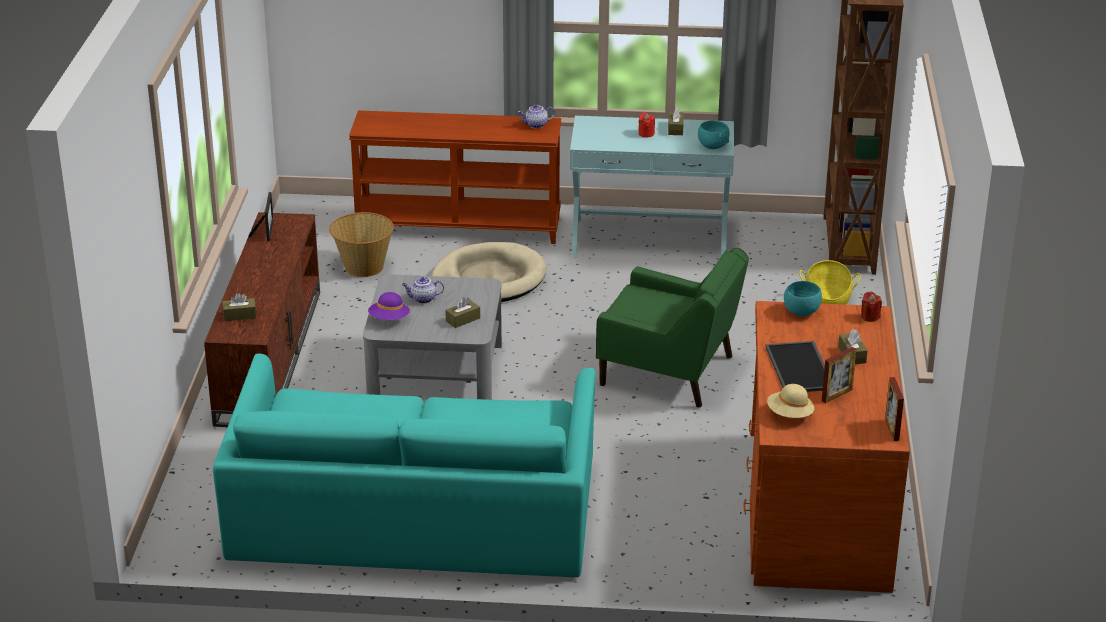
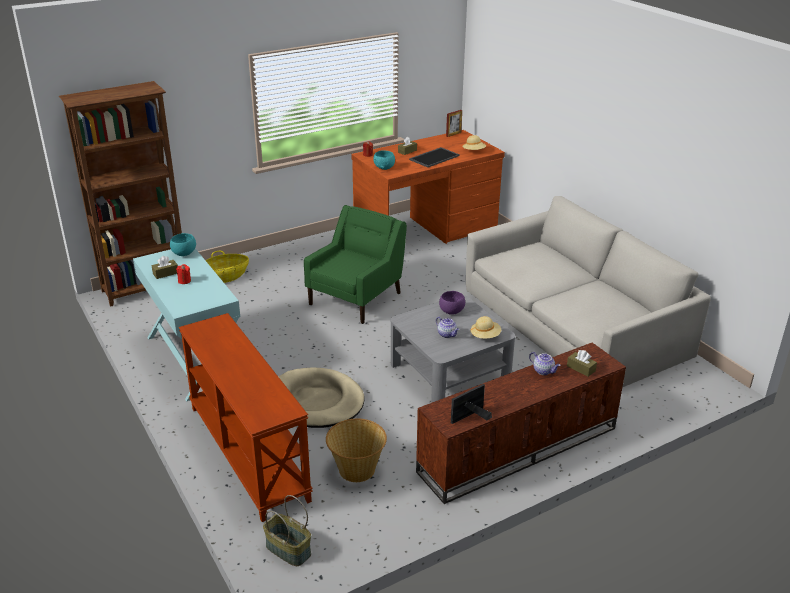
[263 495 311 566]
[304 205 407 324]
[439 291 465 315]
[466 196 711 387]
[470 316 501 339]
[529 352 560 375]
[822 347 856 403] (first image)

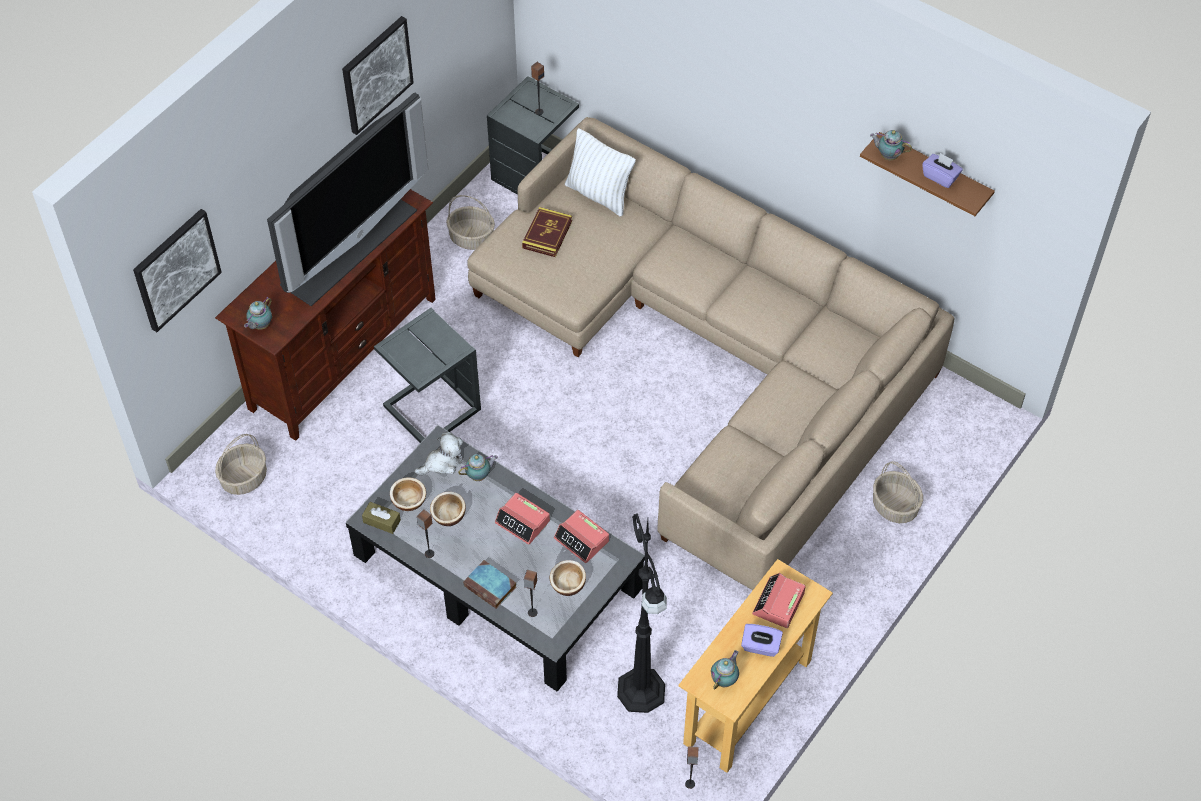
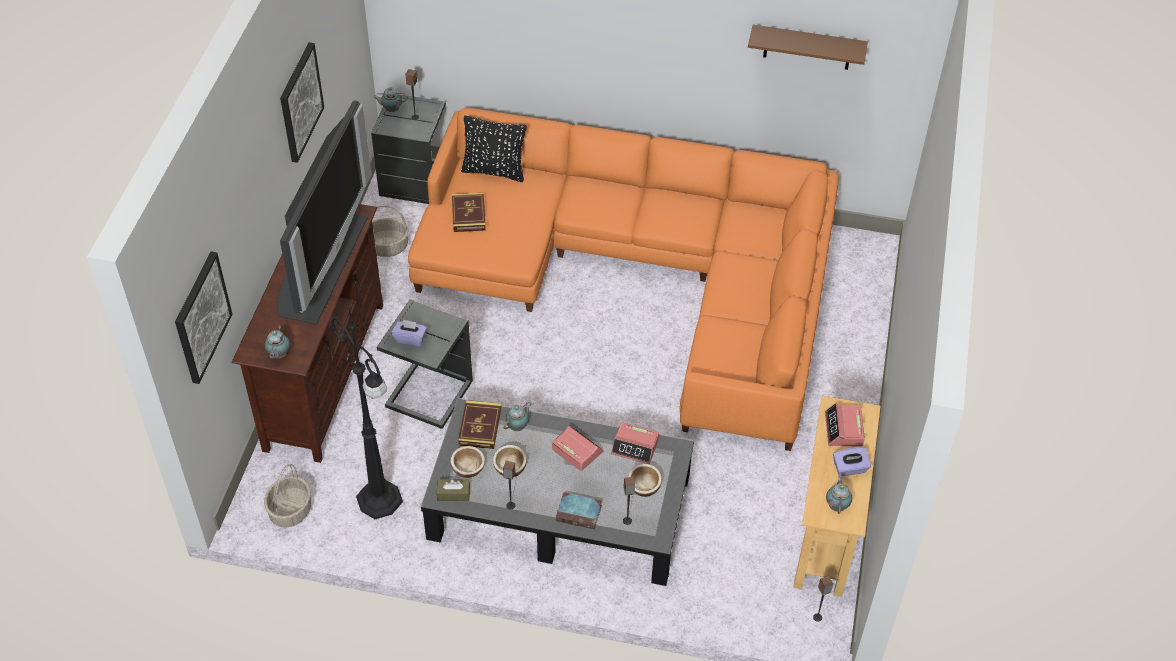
[331 304 403 519]
[373 87 408 112]
[391 319 427 347]
[408 108 839 451]
[458 400 501 449]
[461 116 527 182]
[552 426 604 471]
[873 461 923 523] (first image)

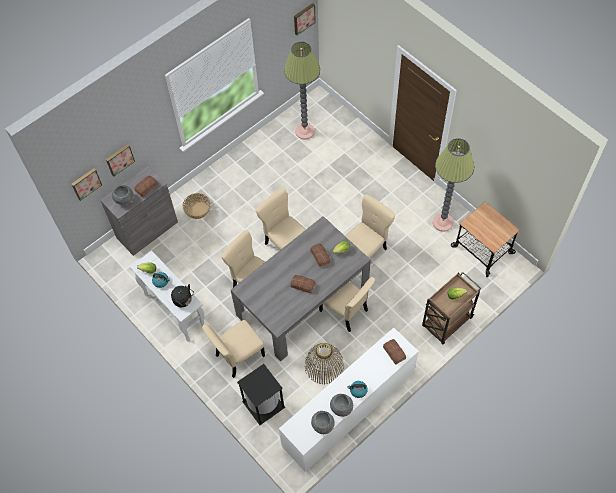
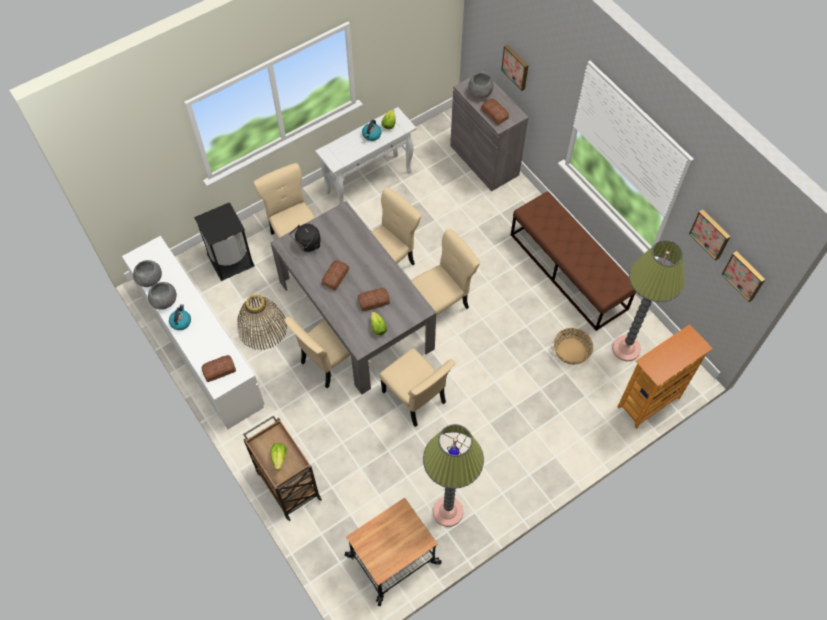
[290 224 321 252]
[511 191 636 331]
[554 328 593 365]
[618 324 713 429]
[689 209 731 260]

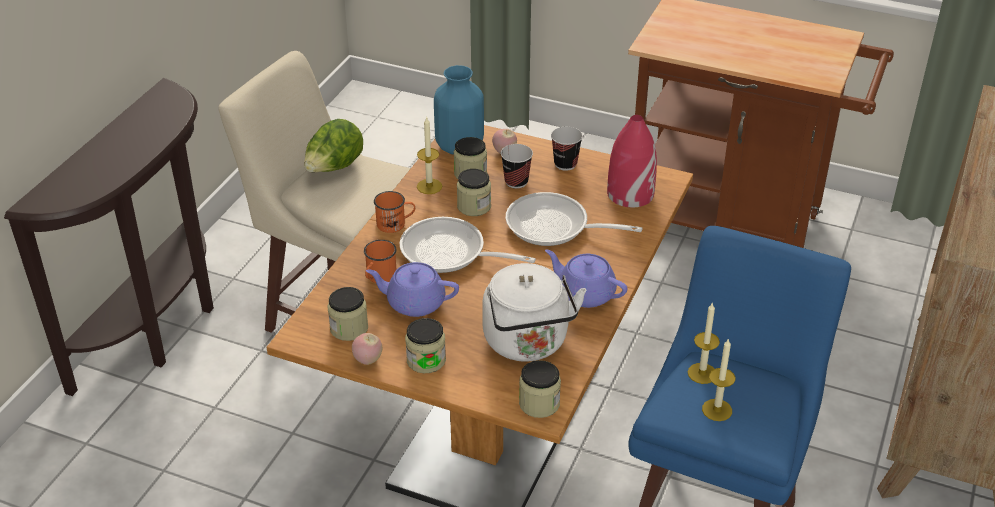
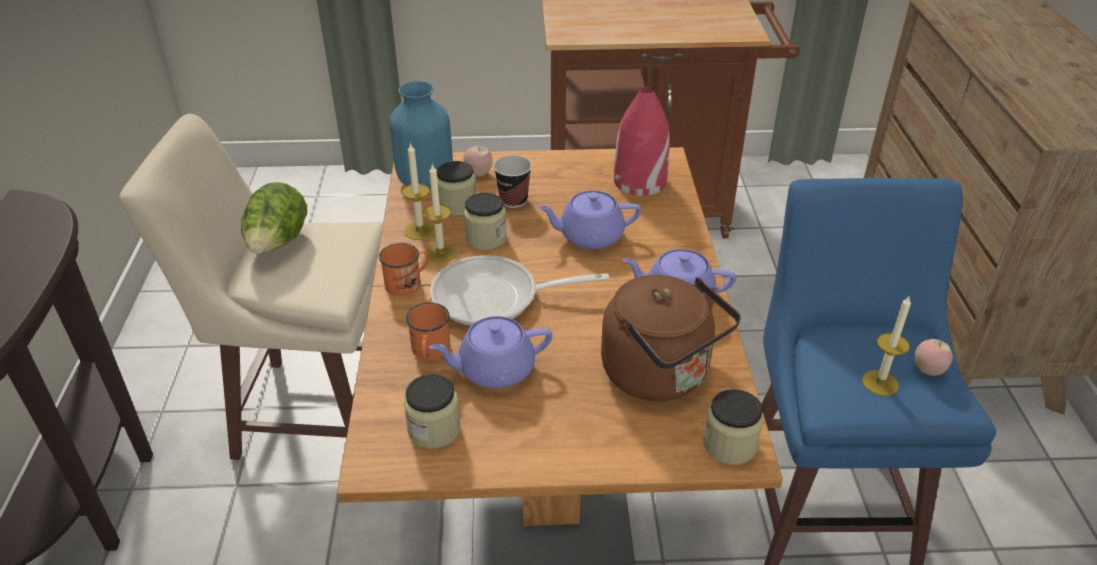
[423 163 457 263]
[538 191 641 249]
[601 275 741 401]
[915 339 953 376]
[405 318 446 373] (first image)
[551 127 583 171] (first image)

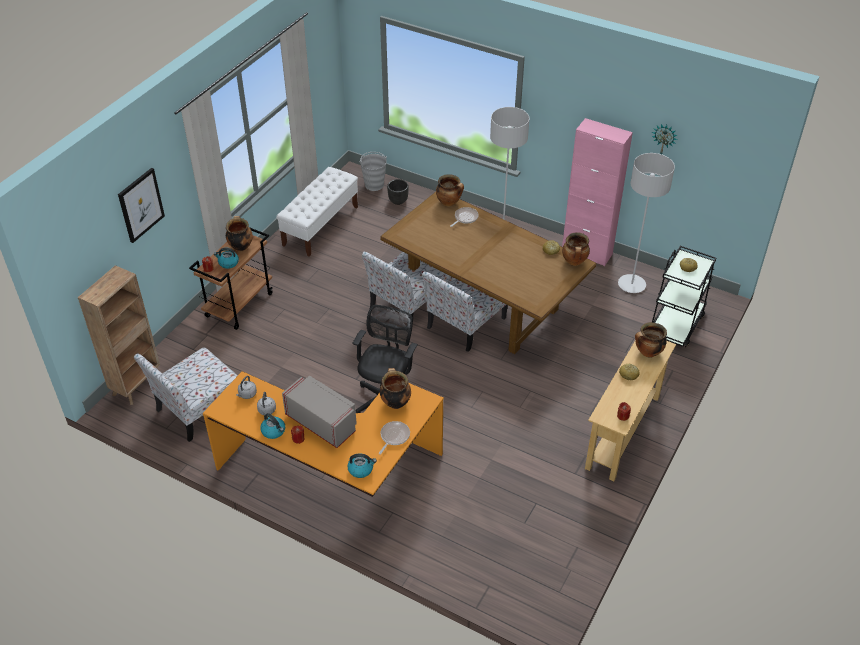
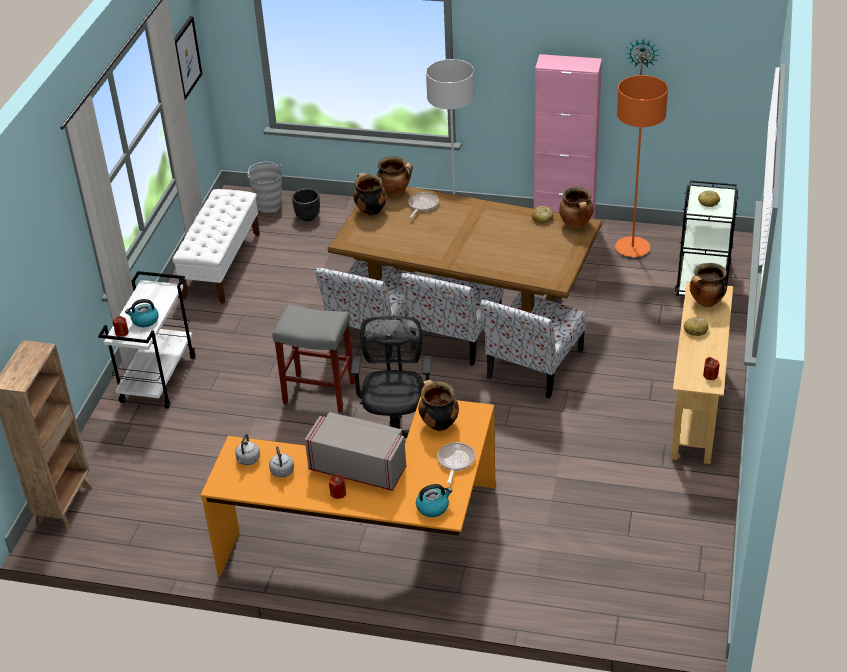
[98 271 195 409]
[174 16 202 100]
[273 304 355 412]
[353 173 387 216]
[480 293 587 398]
[615 75 668 257]
[260 413 285 439] (first image)

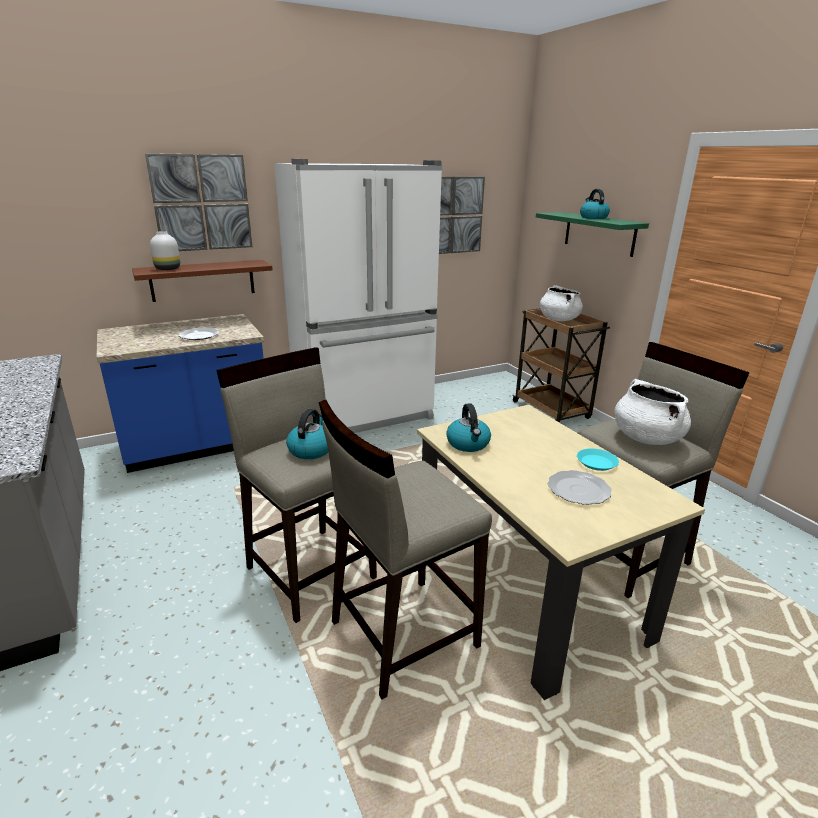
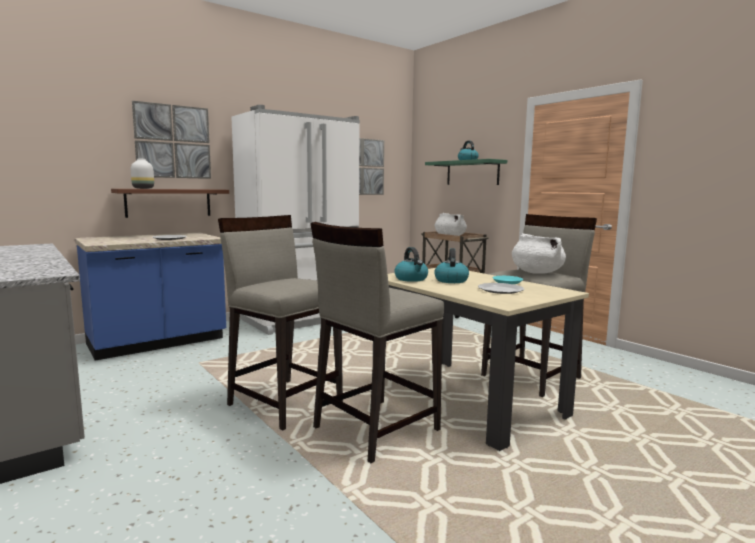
[434 248 469 283]

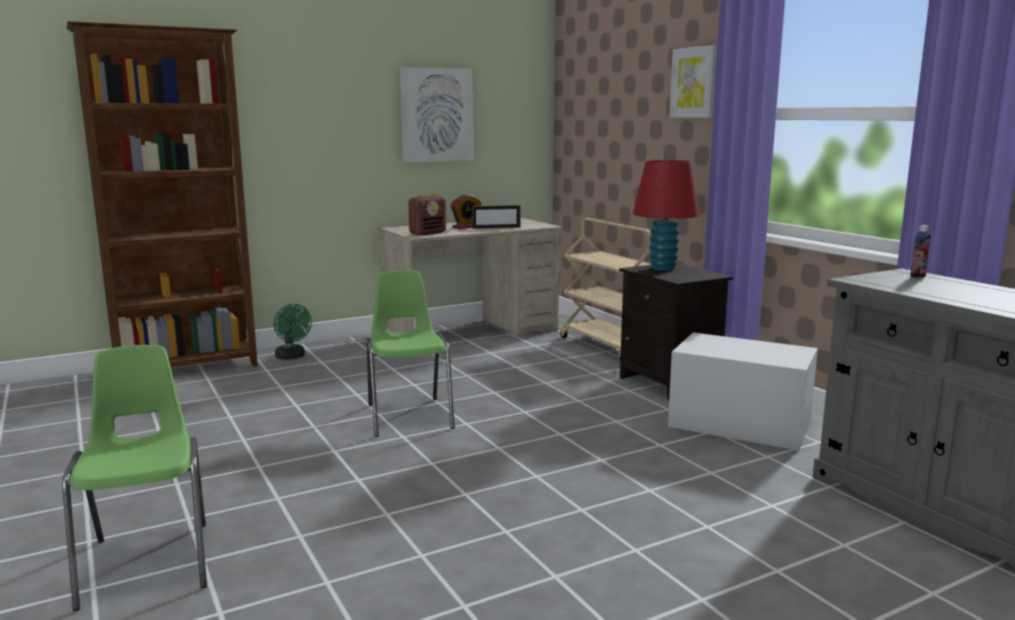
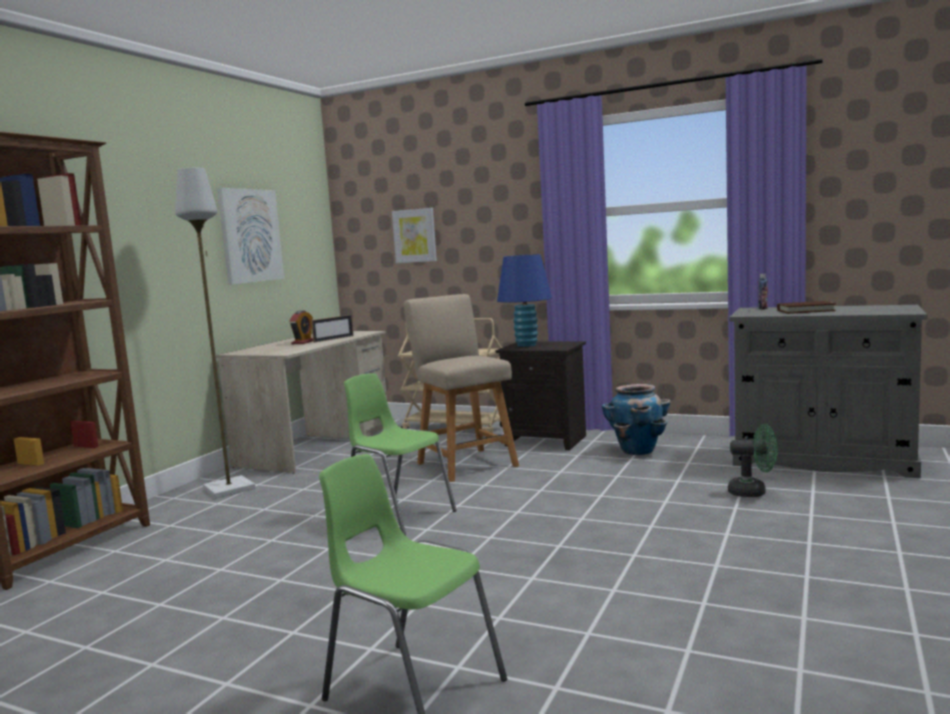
[175 168 255 499]
[392 208 437 263]
[404 294 519 482]
[497 254 552 347]
[602 384 671 455]
[728 424 778 497]
[777 301 836 314]
[408 193 446 236] (first image)

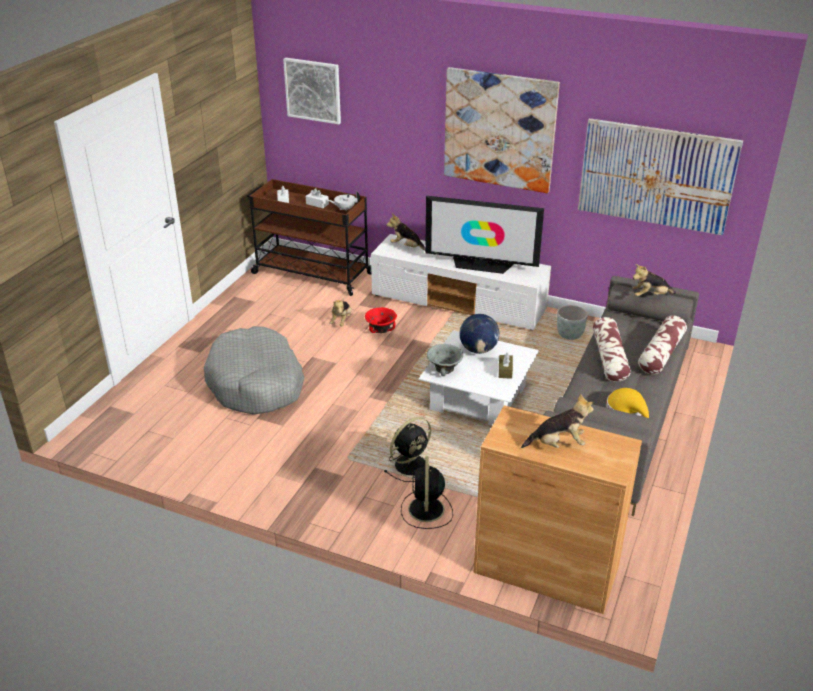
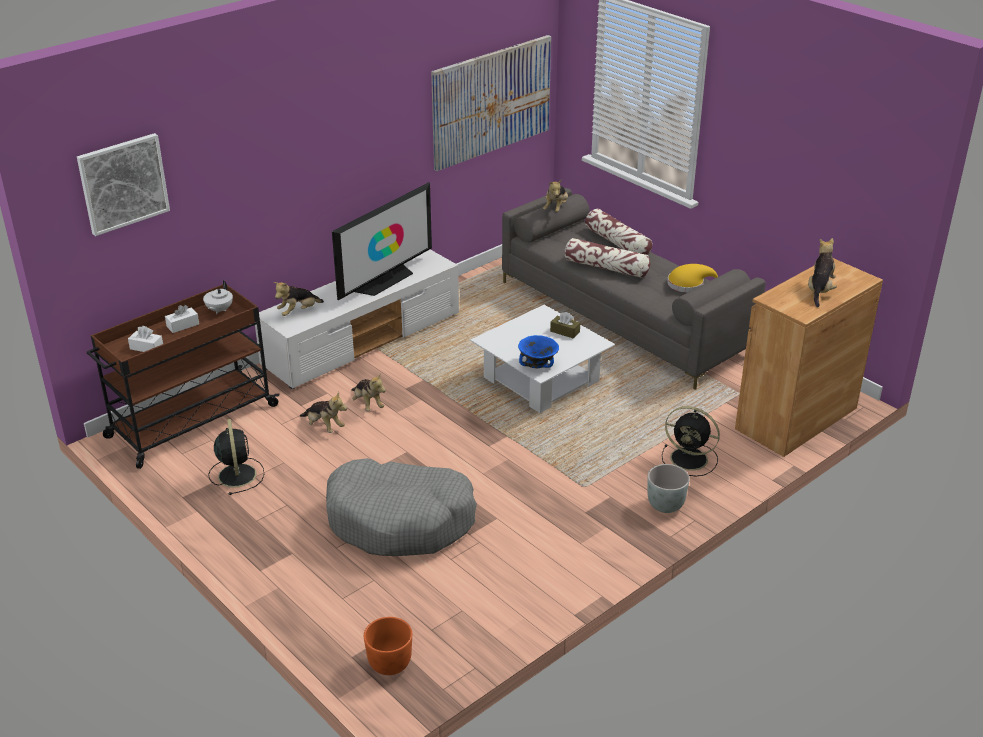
[208 419 264 495]
[351 373 386 411]
[364 617 412 675]
[518 335 559 368]
[648 464 690 513]
[444 67 560 193] (first image)
[459 314 499 354] (first image)

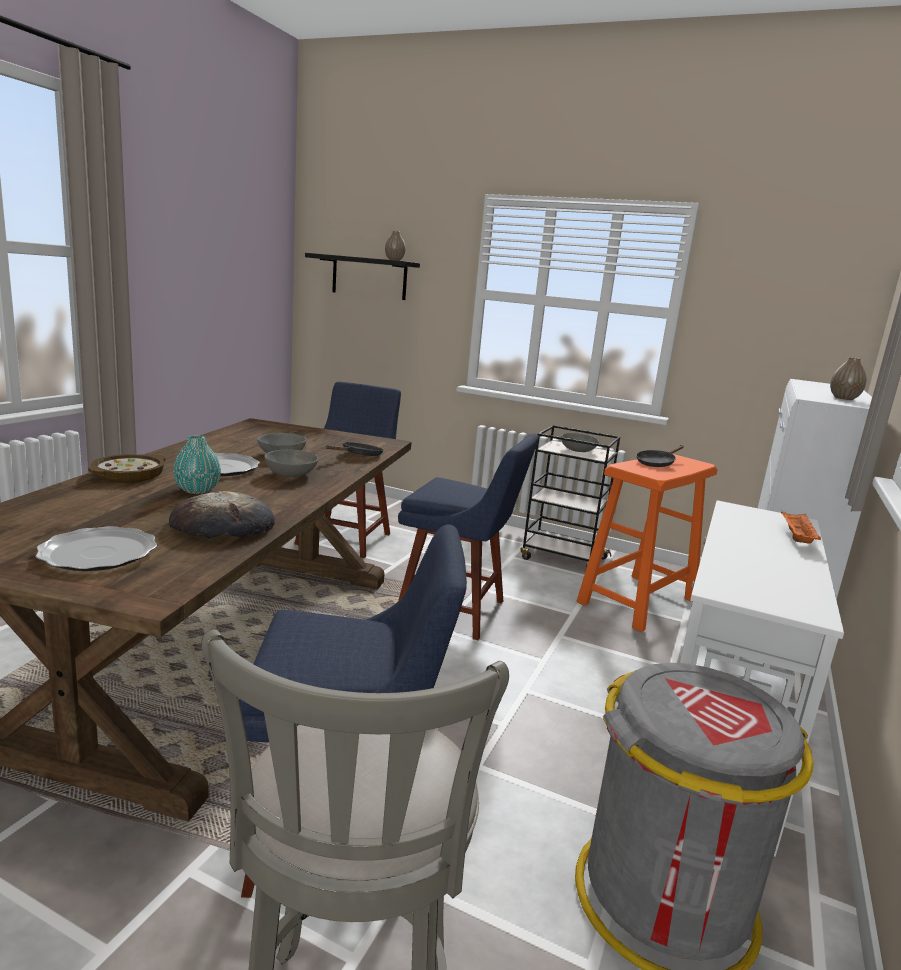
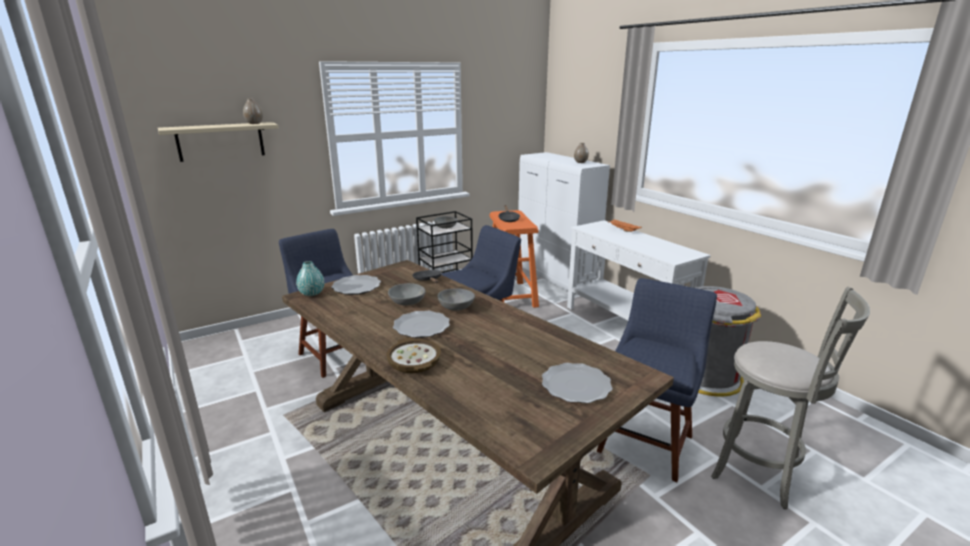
[158 122 278 162]
[296 261 324 296]
[331 275 381 295]
[169 491 275 539] (first image)

